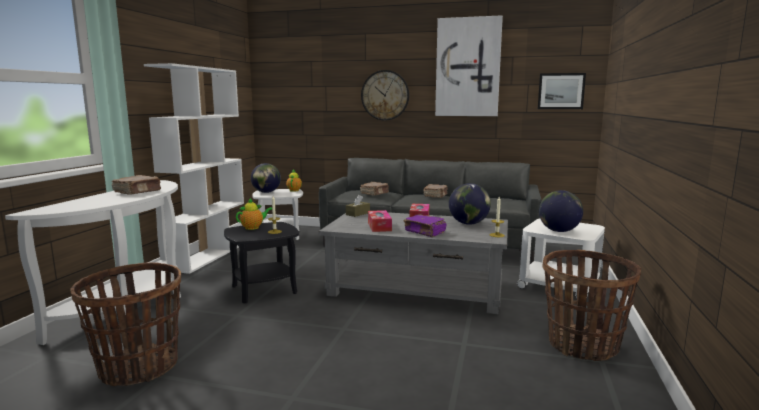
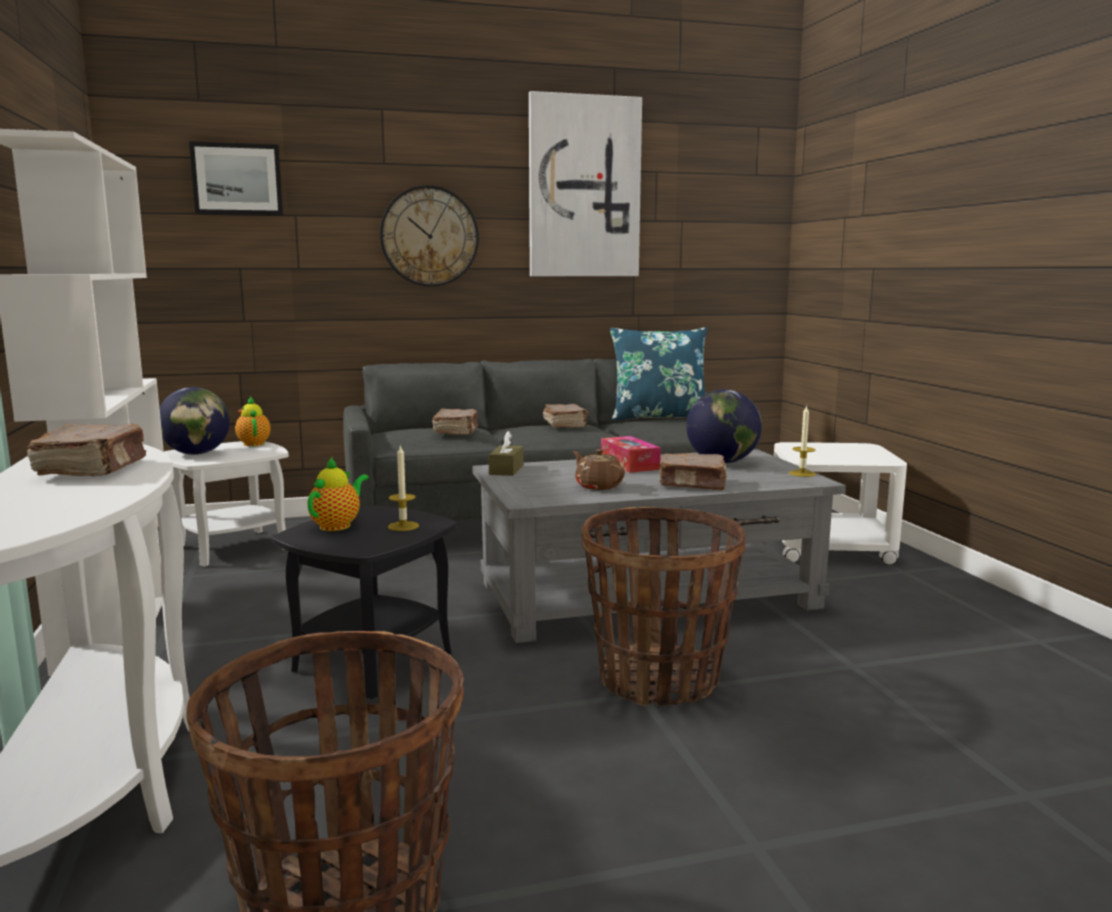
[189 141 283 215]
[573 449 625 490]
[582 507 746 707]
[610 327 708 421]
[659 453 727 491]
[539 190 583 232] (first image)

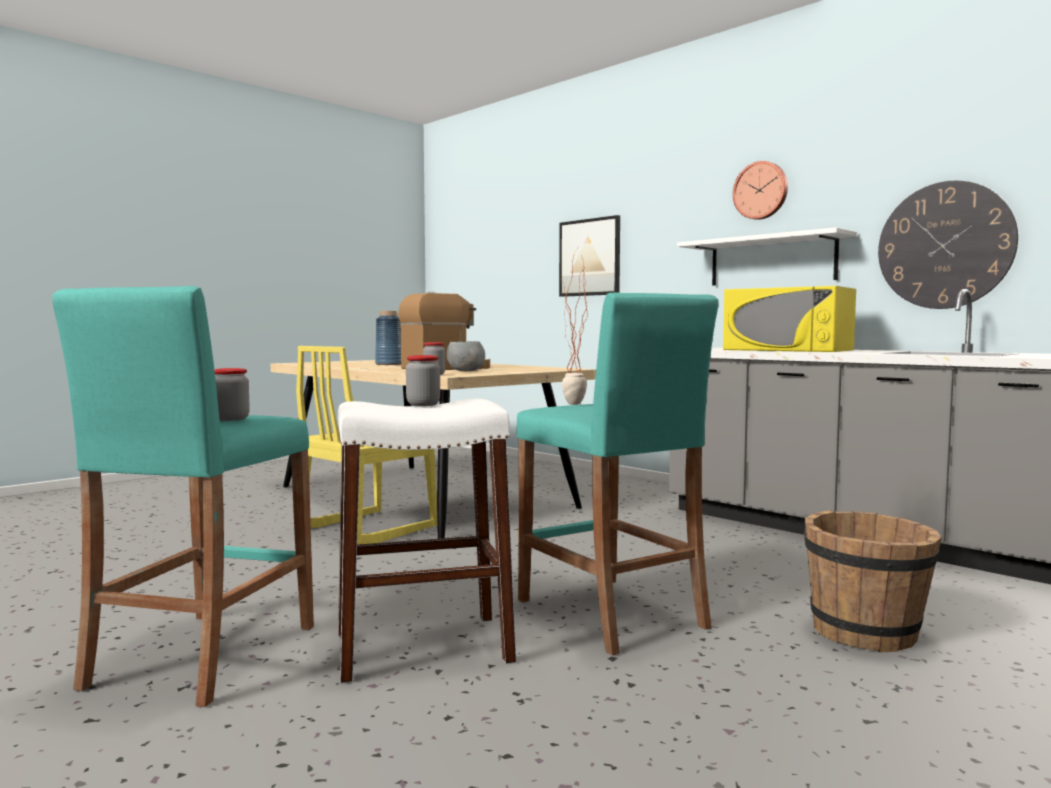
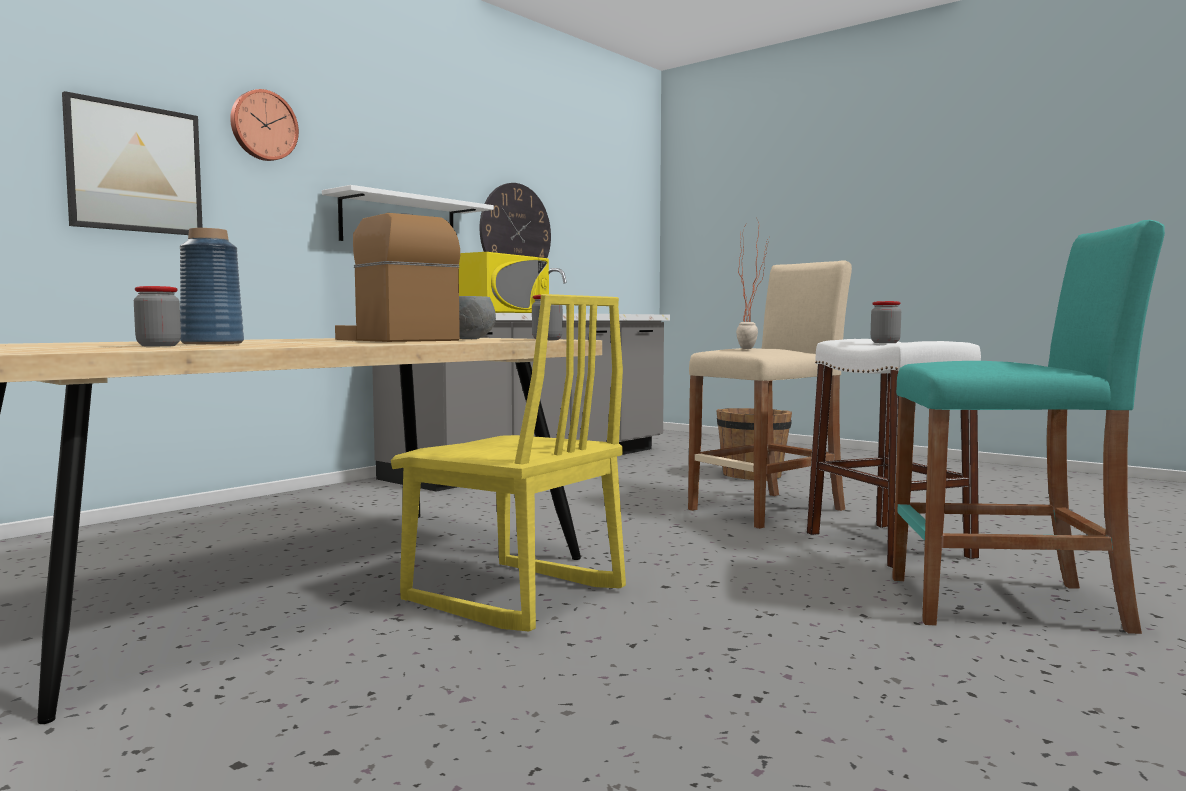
[134 286 181 346]
[230 89 299 161]
[688 261 852 529]

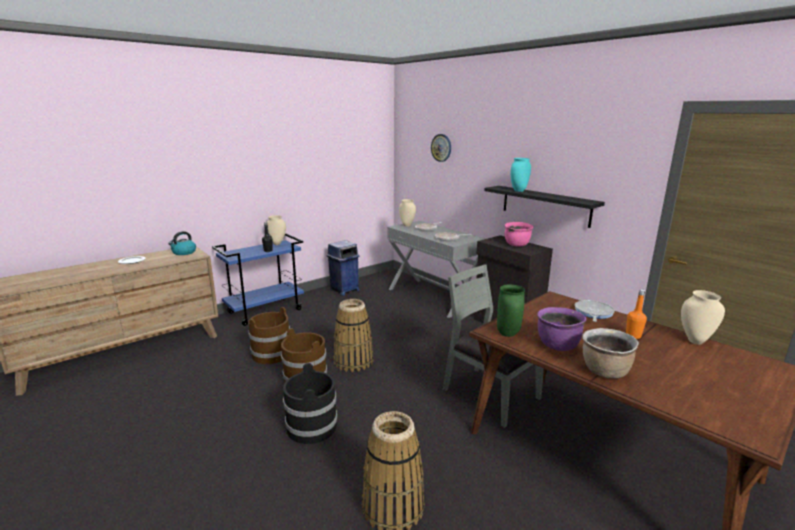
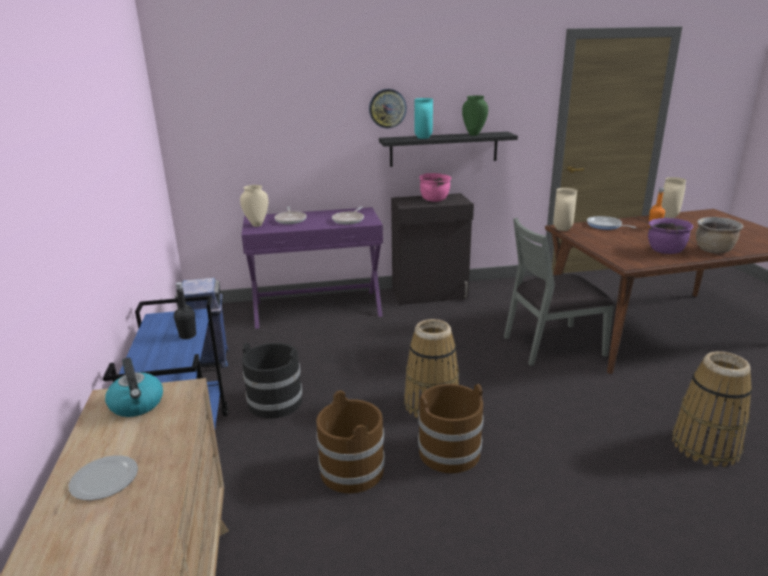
[241 207 383 329]
[242 343 302 419]
[369 89 407 128]
[462 96 488 136]
[553 188 577 231]

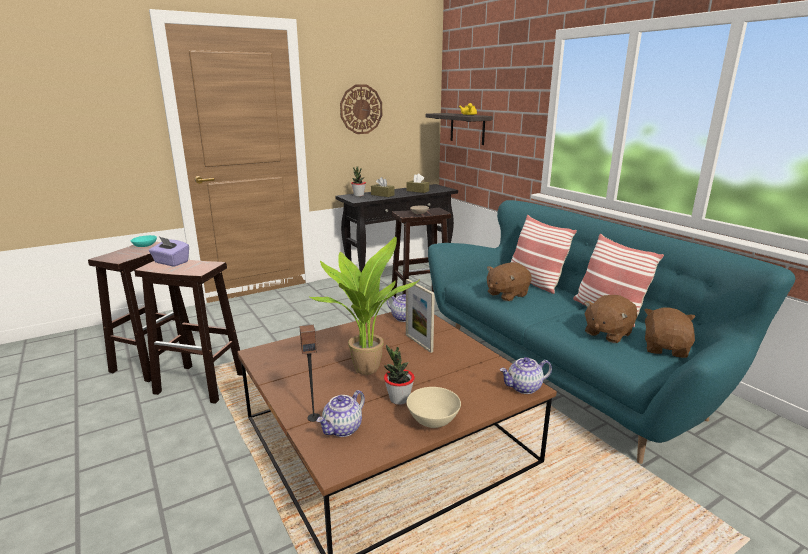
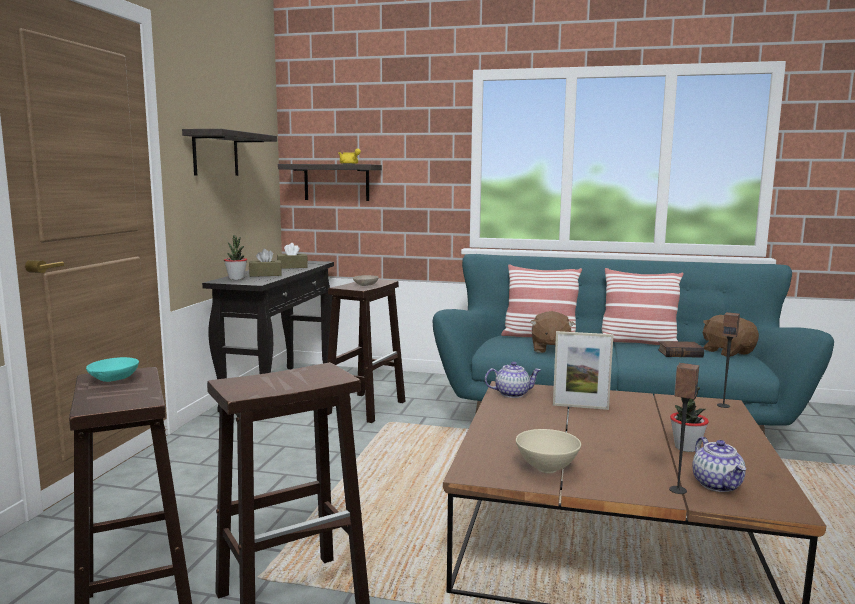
[182 129 277 176]
[516 429 581 473]
[658 341 704 358]
[717 312 740 408]
[149 237 189 267] (first image)
[308 237 420 375] (first image)

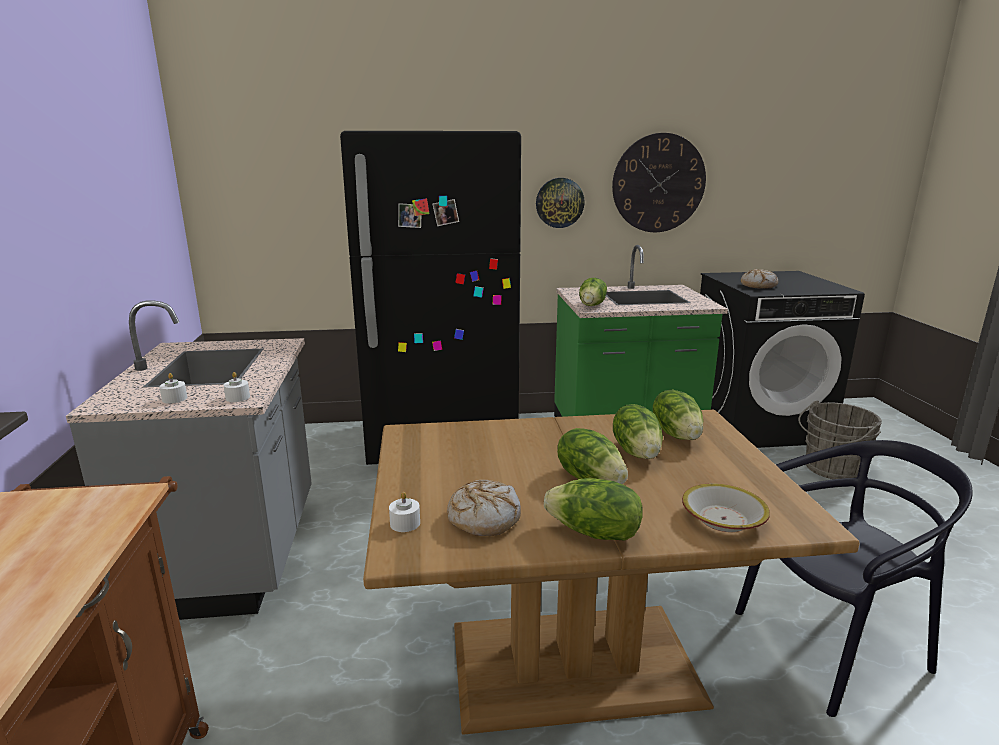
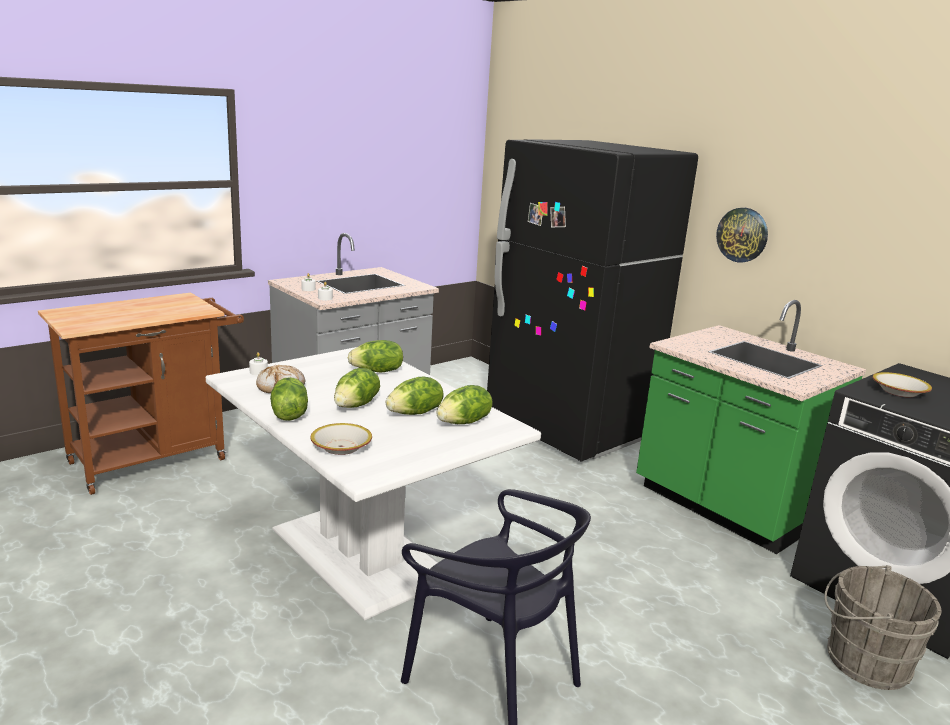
[206 347 541 621]
[348 340 403 373]
[873 372 932 397]
[612 133 706 232] (first image)

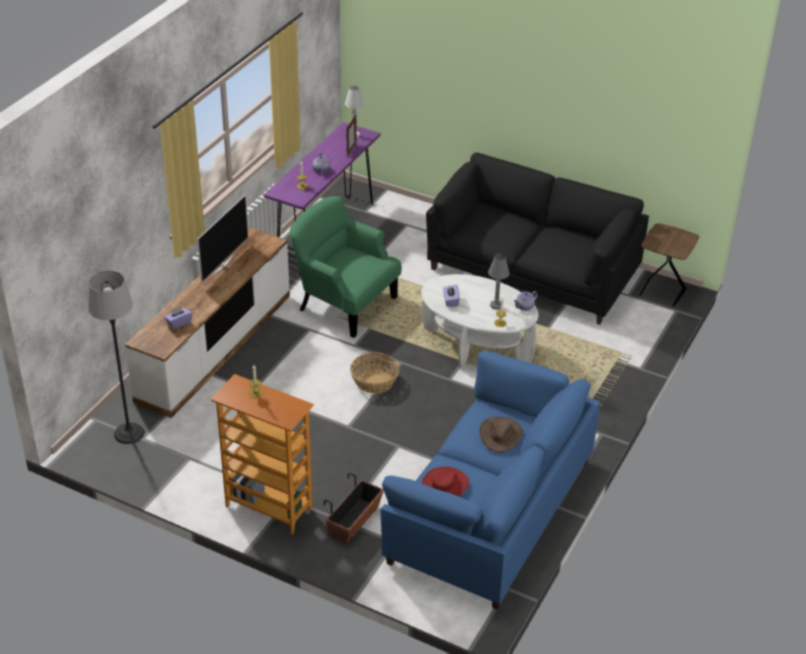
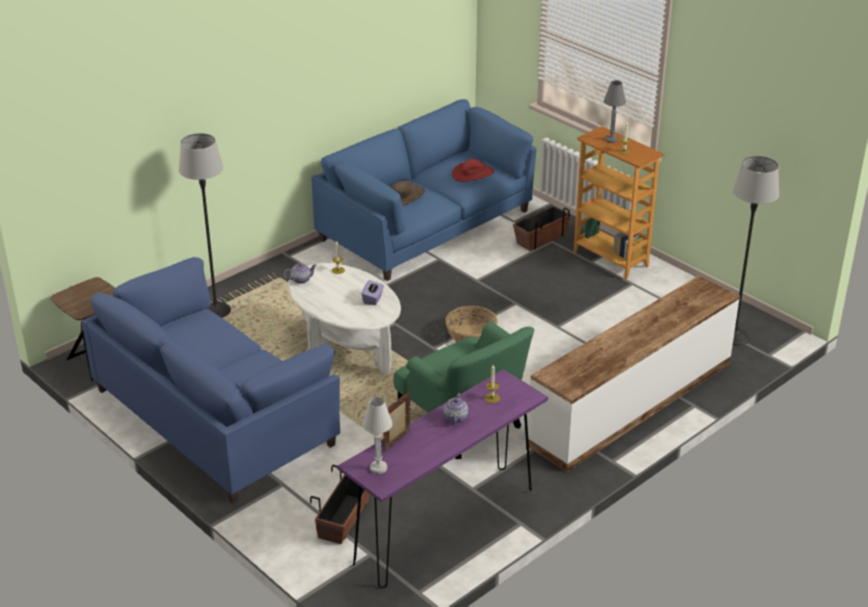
[82 257 340 504]
[179 133 231 318]
[310 465 370 544]
[604 80 626 143]
[165 306 192 330] (first image)
[197 195 249 283] (first image)

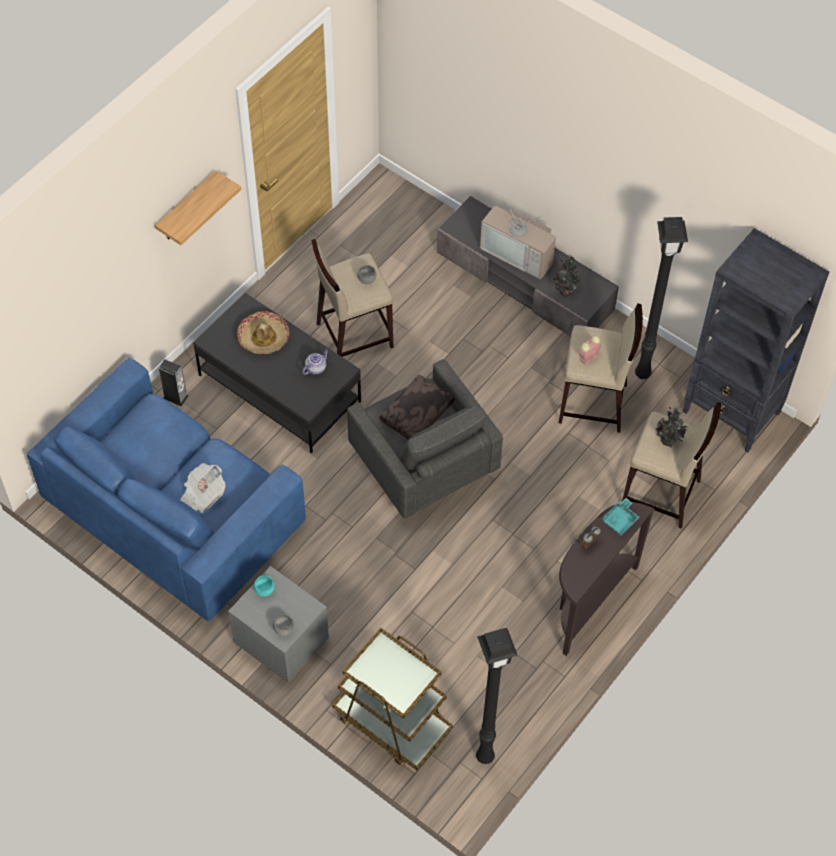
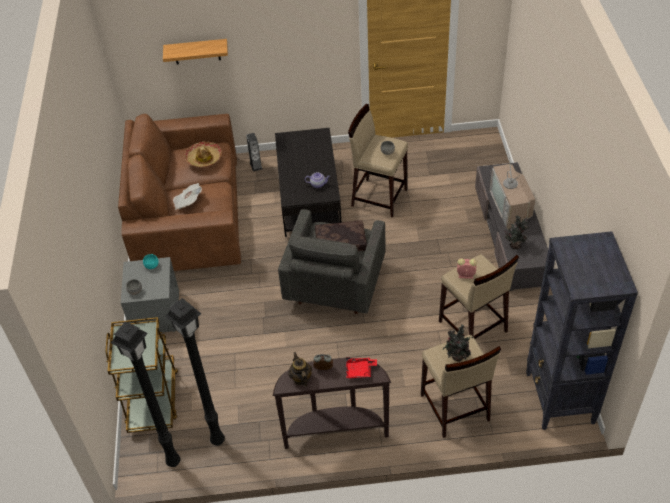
[118 114 241 271]
[163 39 228 65]
[165 298 225 446]
[184 142 222 168]
[289 352 312 387]
[346 357 377 379]

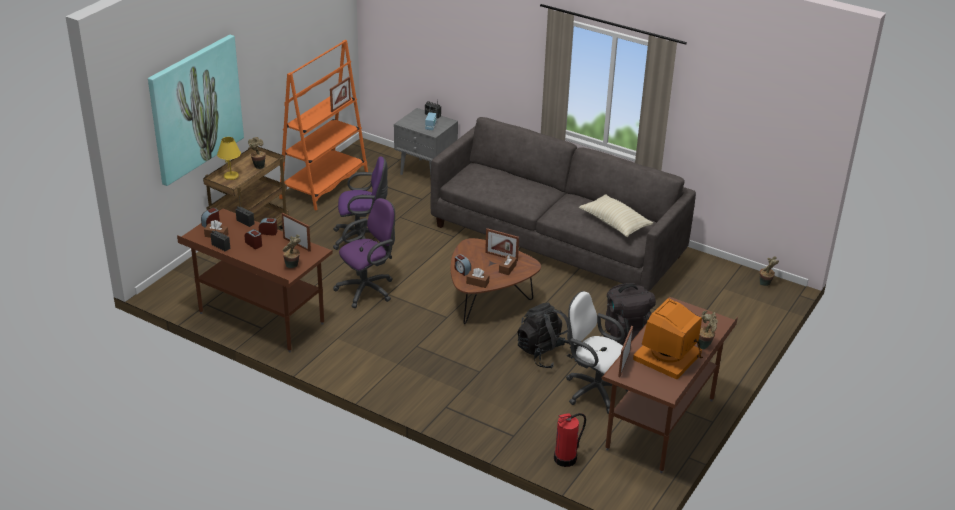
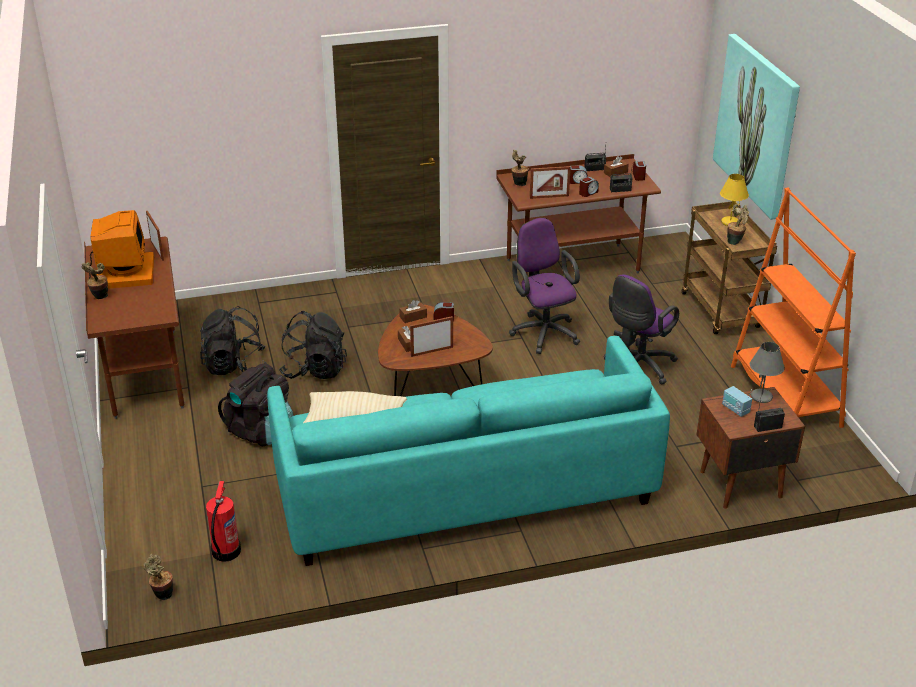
[200 306 267 375]
[206 481 241 562]
[267 336 670 566]
[509 218 580 354]
[697 387 805 509]
[750 342 785 403]
[330 77 351 112] (first image)

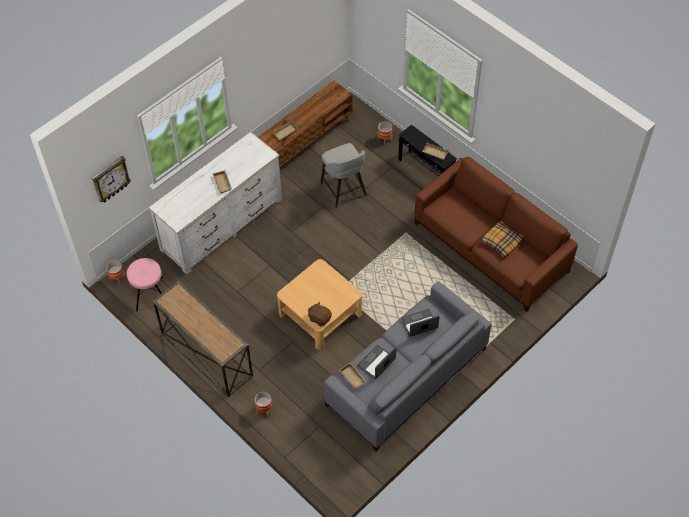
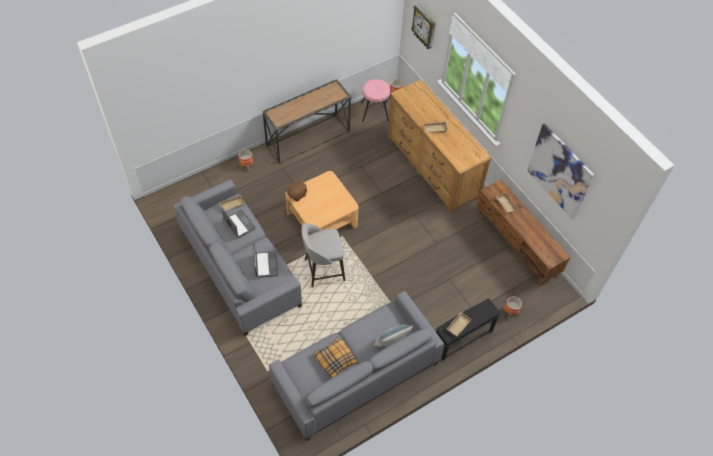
[269 291 444 441]
[301 223 345 287]
[374 325 414 347]
[387 79 492 214]
[527 124 594 219]

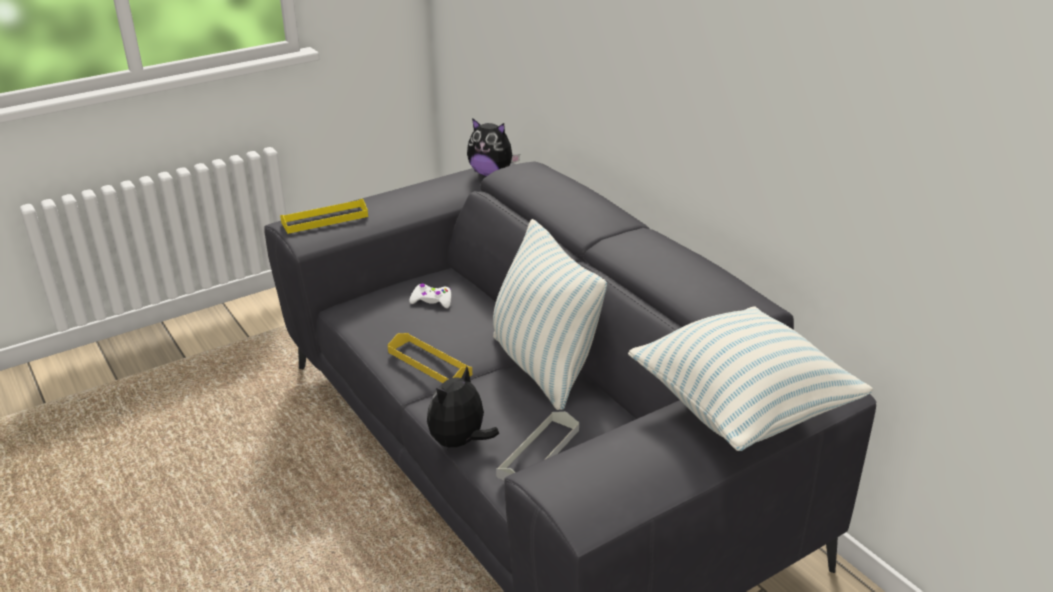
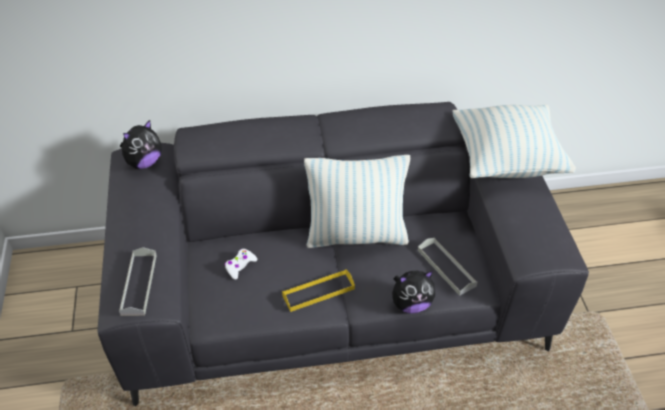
[119 247 157 316]
[392 271 435 314]

